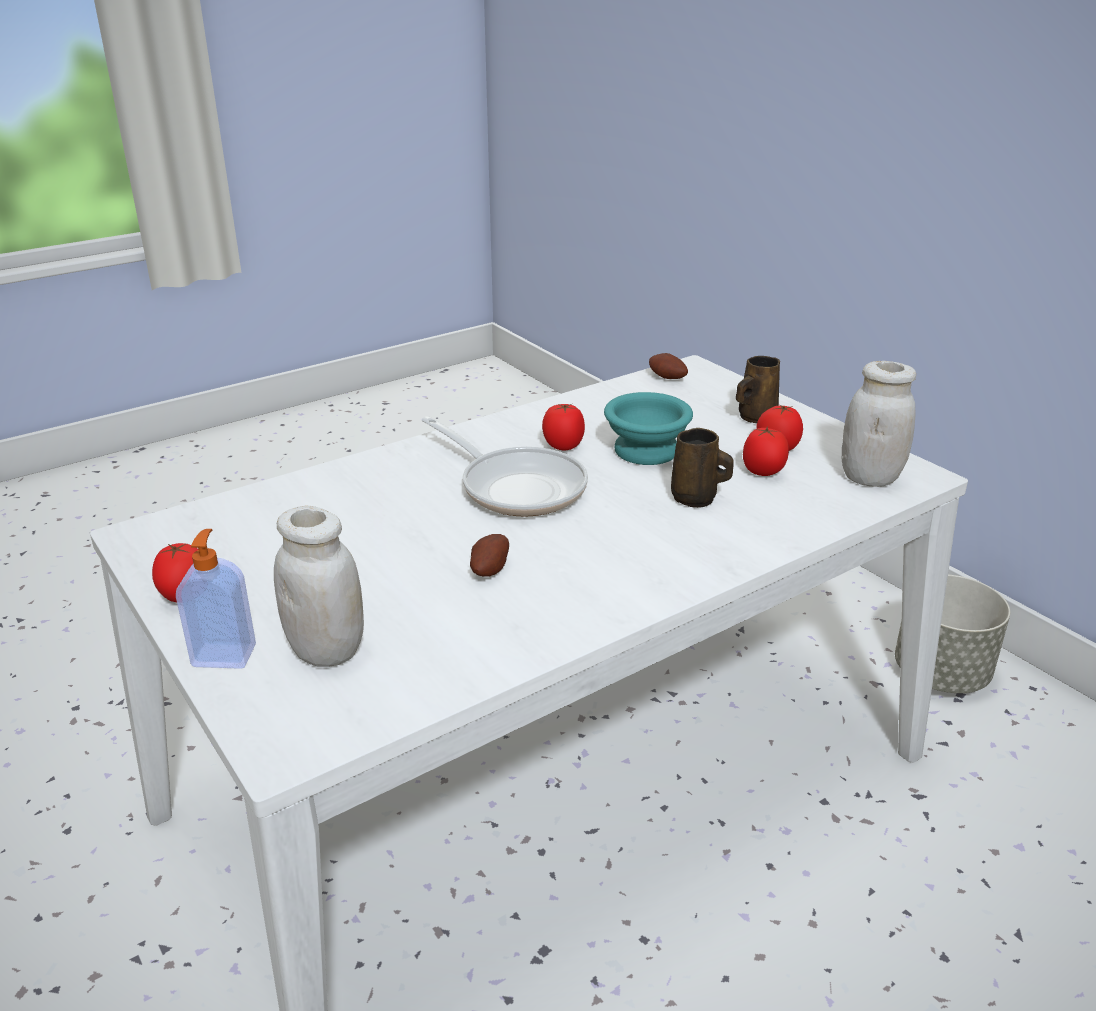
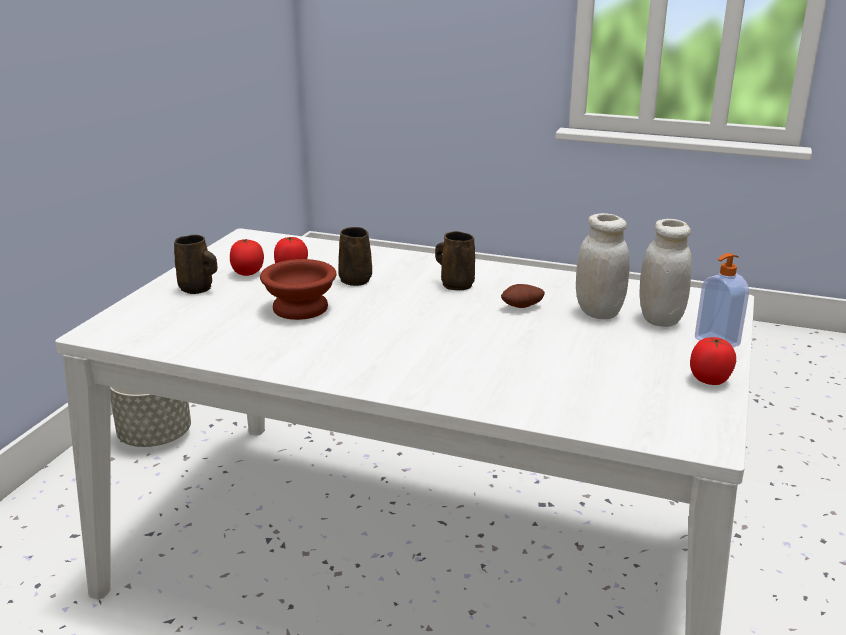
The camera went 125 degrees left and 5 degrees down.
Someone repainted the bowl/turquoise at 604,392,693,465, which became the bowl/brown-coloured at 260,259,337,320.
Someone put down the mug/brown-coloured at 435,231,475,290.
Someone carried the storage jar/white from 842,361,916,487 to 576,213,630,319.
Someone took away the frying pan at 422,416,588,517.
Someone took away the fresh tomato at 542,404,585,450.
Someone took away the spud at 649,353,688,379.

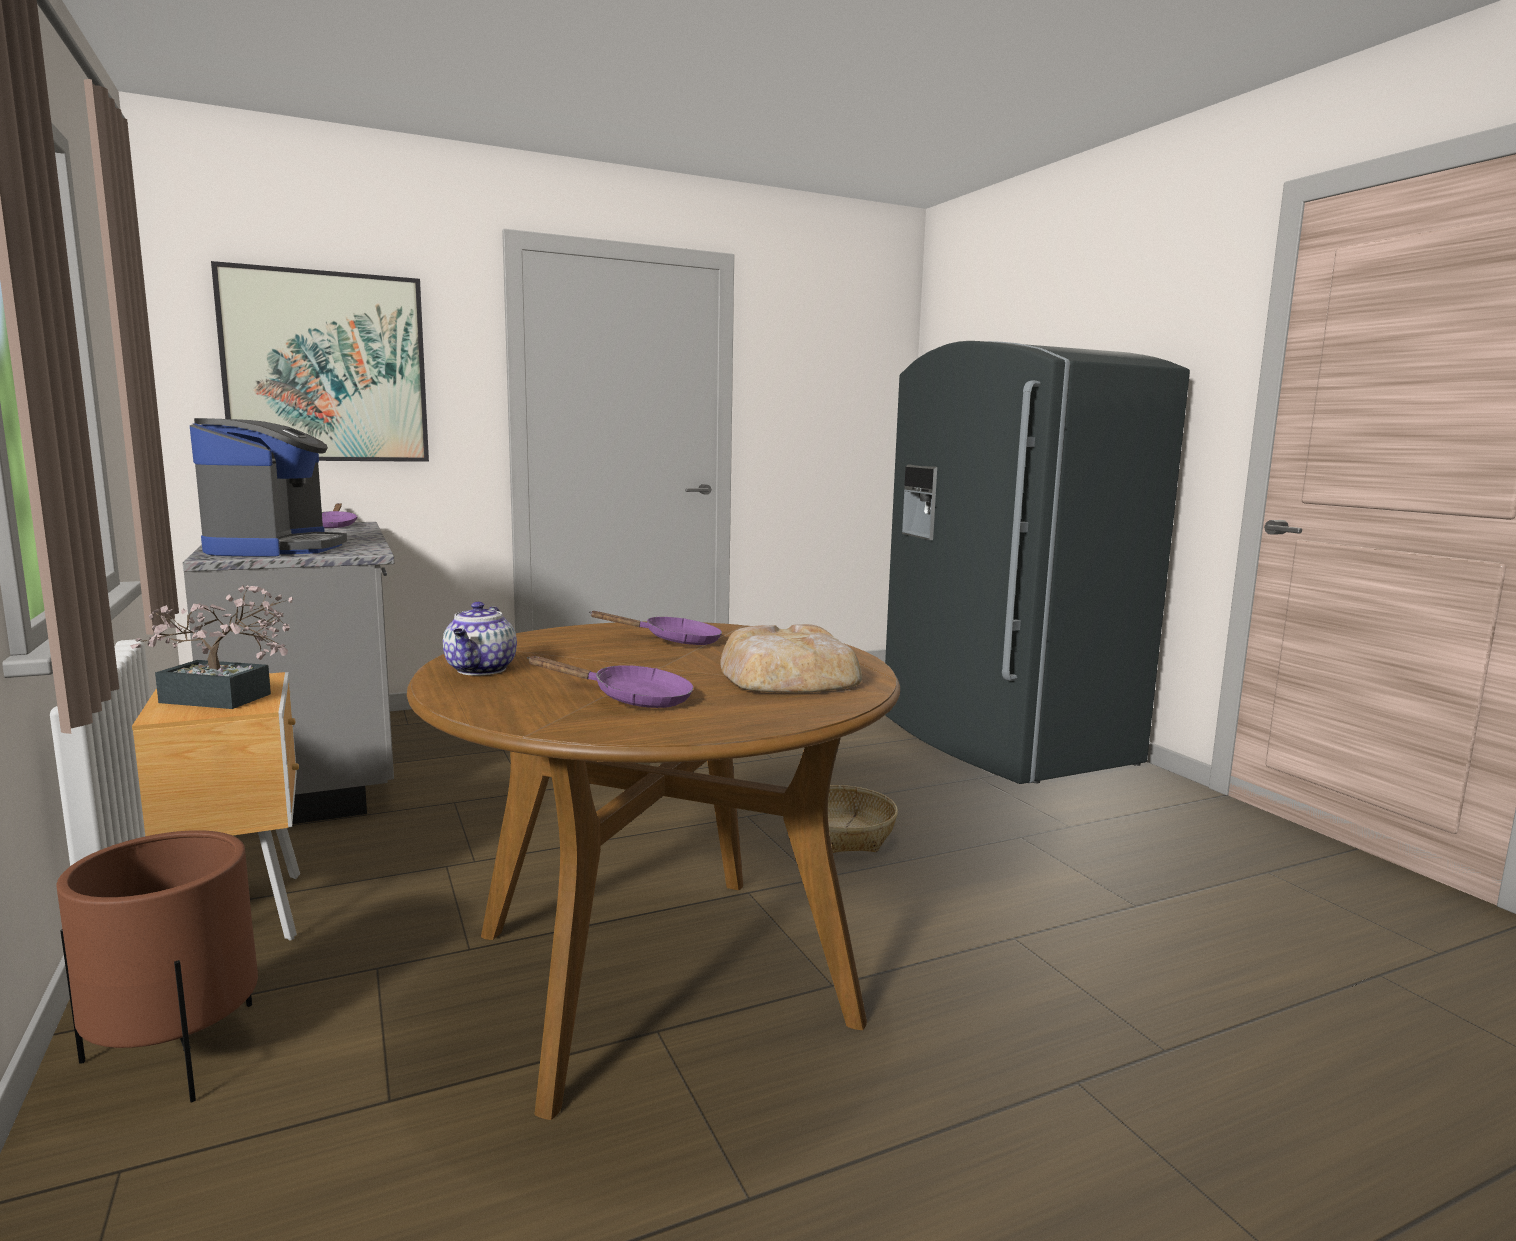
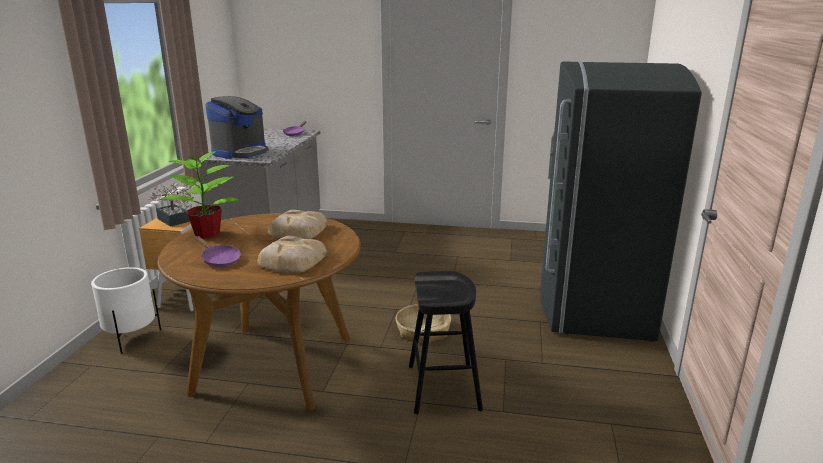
The camera went 35 degrees right and 10 degrees up.
Someone repainted the plant pot/brown-coloured at 56,830,258,1103, which became the plant pot/white at 91,267,161,354.
Someone swapped the pot for tea at 443,602,517,676 for the houseplant at 159,148,239,239.
Someone swapped the frying pan/purple at 589,611,722,645 for the bread at 268,210,327,239.
Someone put down the sitting stool/black-coloured at 409,271,483,414.
Someone took away the wall picture at 211,261,429,462.

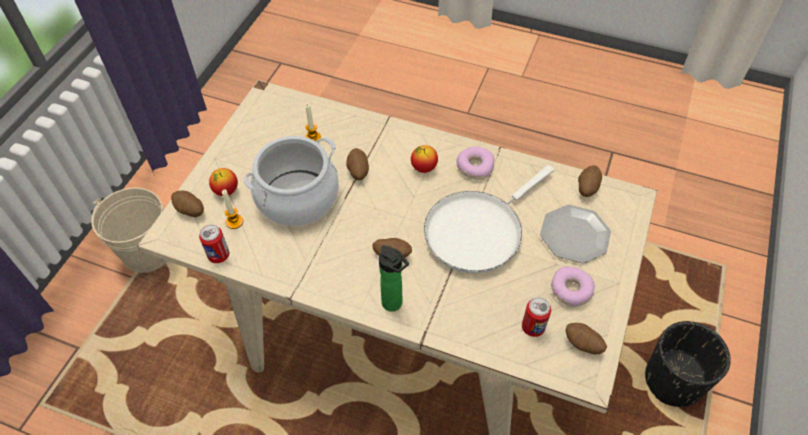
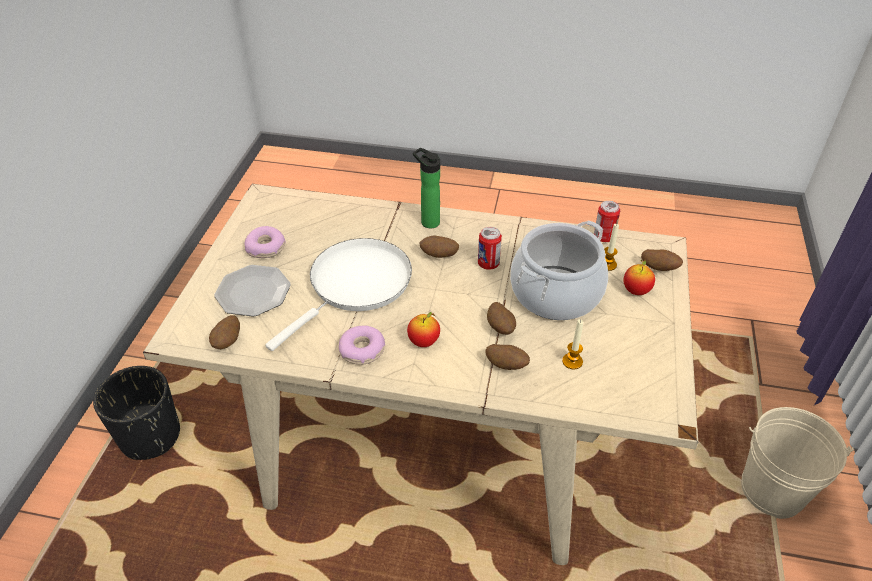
The camera went 170 degrees right and 10 degrees down.
Someone carried the can from 522,297,551,337 to 478,227,502,270.
Someone carried the spud from 565,323,607,355 to 485,344,530,370.

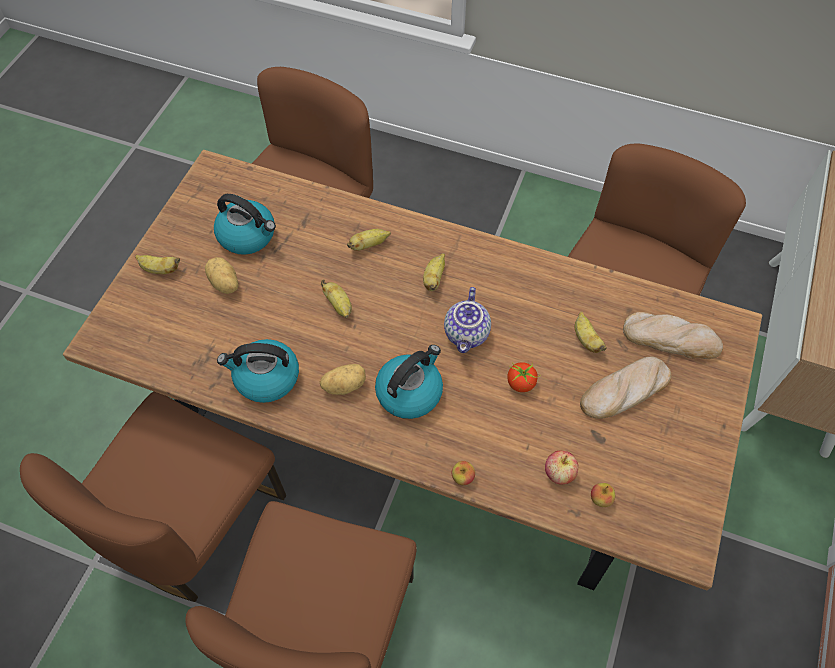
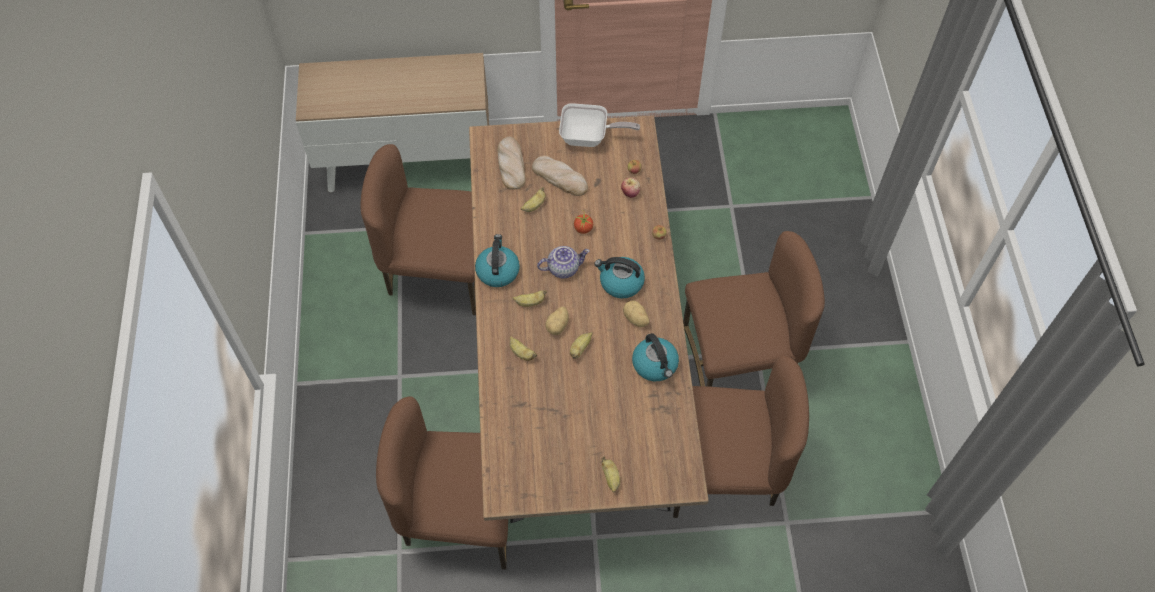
The camera went 115 degrees left and 0 degrees up.
Someone carried the tea kettle from 214,194,276,255 to 475,234,520,287.
Someone carried the spud from 205,257,238,294 to 545,306,569,335.
Someone put down the frying pan at 559,103,640,147.

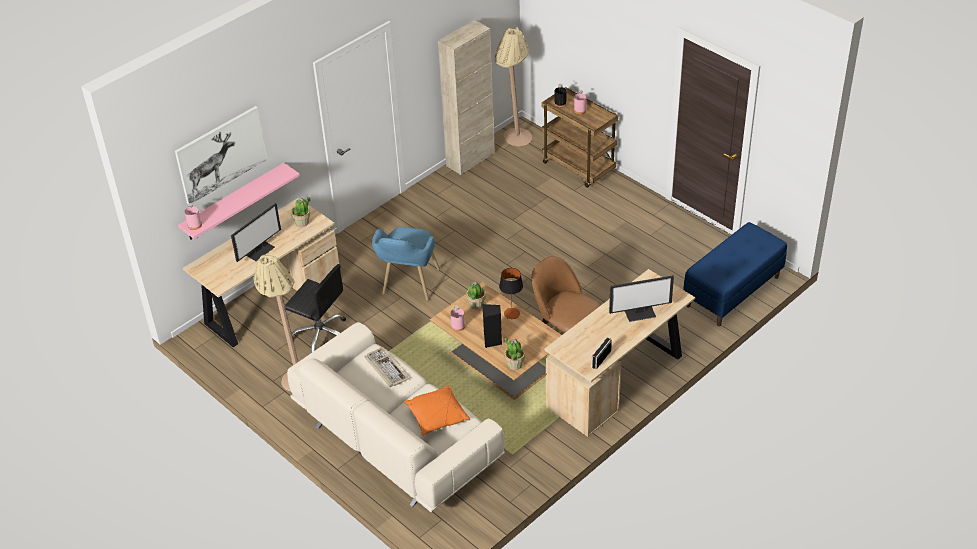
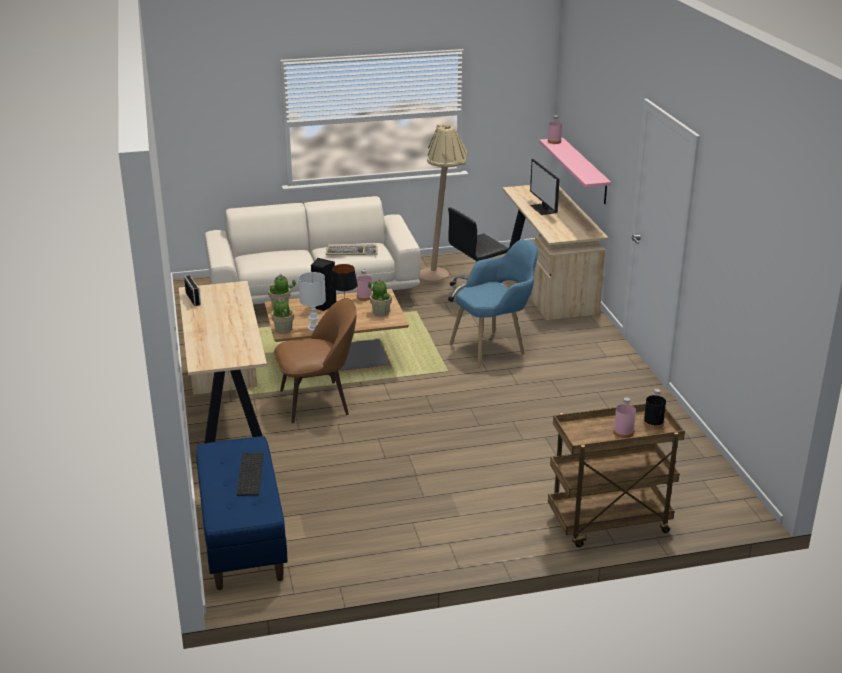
The camera went 120 degrees right and 15 degrees down.
Someone put down the keyboard at 236,452,264,496.
Someone carried the houseplant from 291,196,310,227 to 271,297,294,334.
Someone put down the lamp for a table/white at 298,272,326,331.
Someone rotated the lounge chair/bluish at 372,227,440,301 by 105 degrees clockwise.
Someone took away the wall picture at 175,106,267,204.
Someone took away the cushion/orangey at 404,385,470,435.
Someone took away the cabinet/beige at 438,20,495,175.
Someone took away the floor lamp/beige at 494,27,532,146.
Someone took away the monitor at 609,275,674,322.

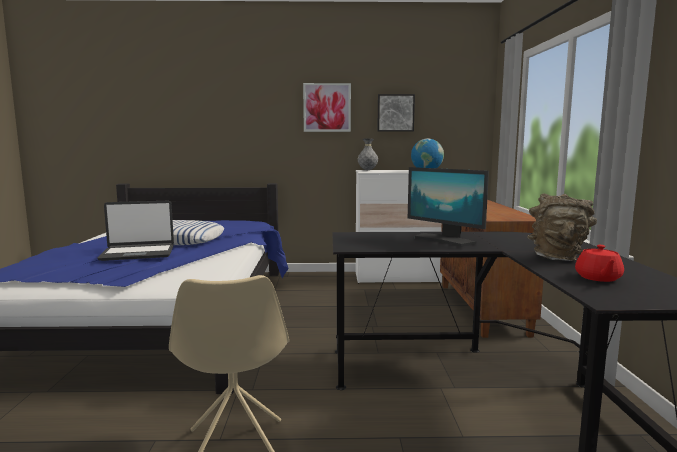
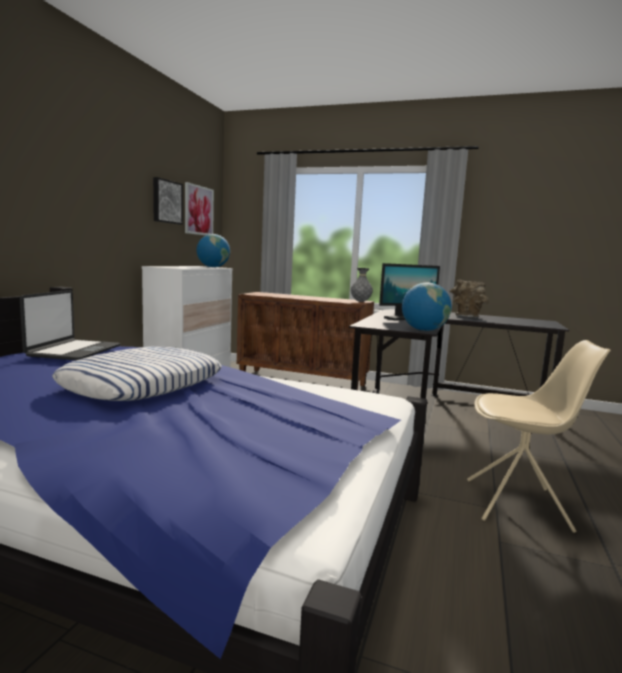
The camera went 70 degrees left and 0 degrees up.
Someone carried the laptop from 97,201,174,261 to 20,290,121,360.
Someone carried the wall picture from 303,83,351,132 to 185,182,214,235.
Someone carried the decorative vase/grey from 358,139,378,170 to 351,268,373,302.
Someone put down the desk globe at 402,283,451,331.
Someone took away the pot for tea/red at 575,245,624,282.

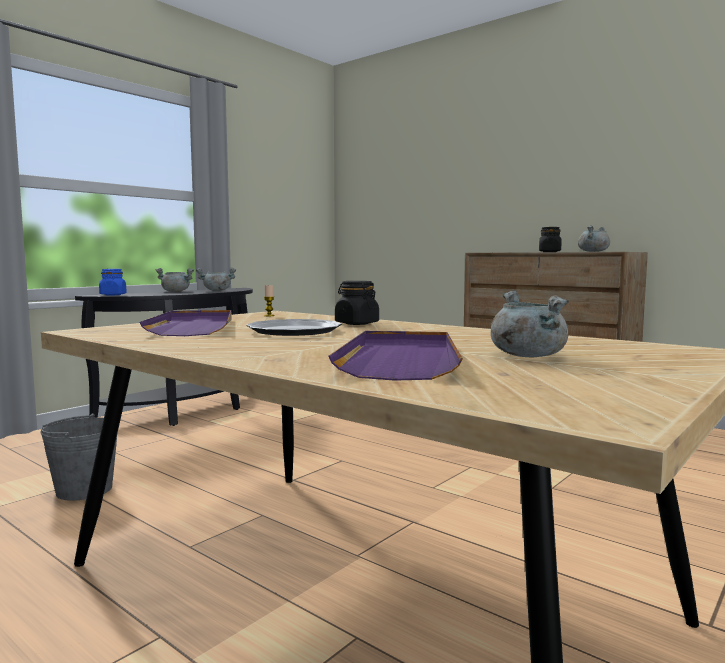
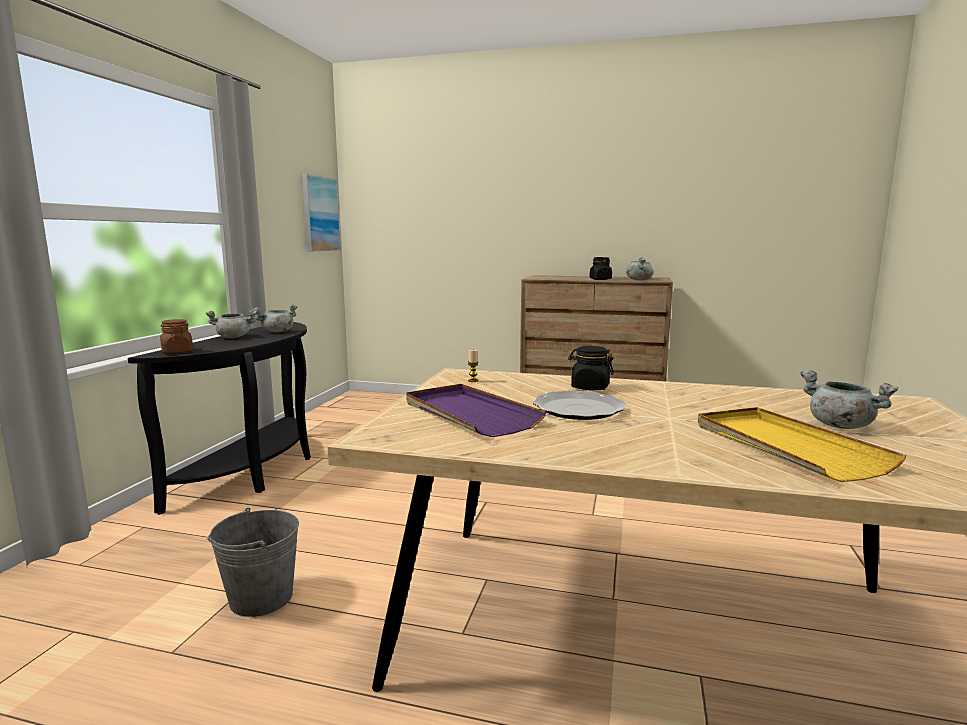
The camera went 25 degrees left and 5 degrees up.
Someone repainted the storage jar/bluish at 99,269,127,295, which became the storage jar/brown-coloured at 160,319,193,354.
Someone put up the wall picture at 302,174,341,251.
Someone repainted the carrying tray/purple at 329,331,463,381, which became the carrying tray/yellow-coloured at 698,407,907,482.

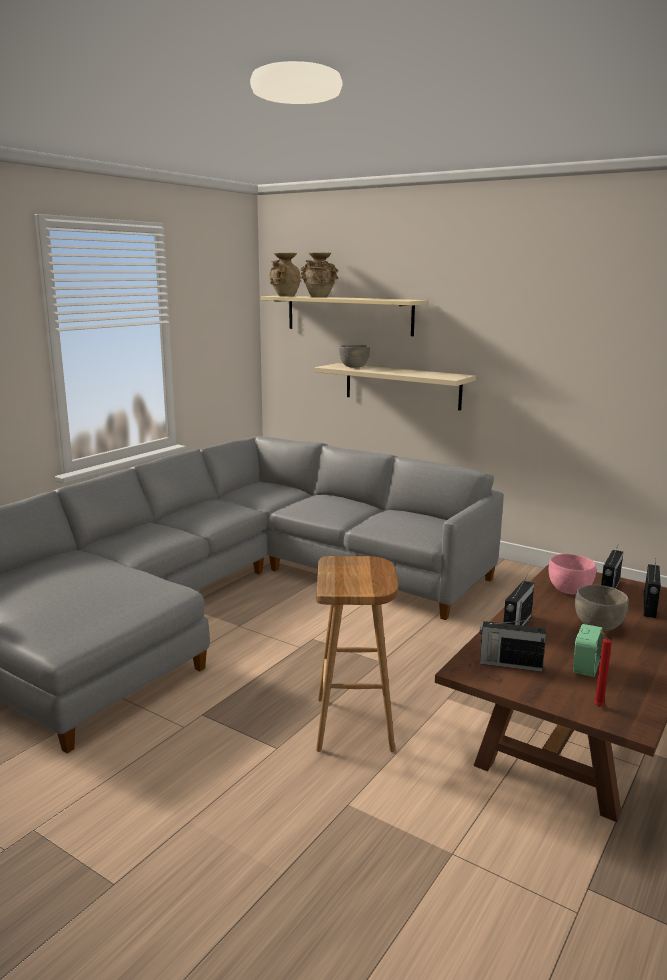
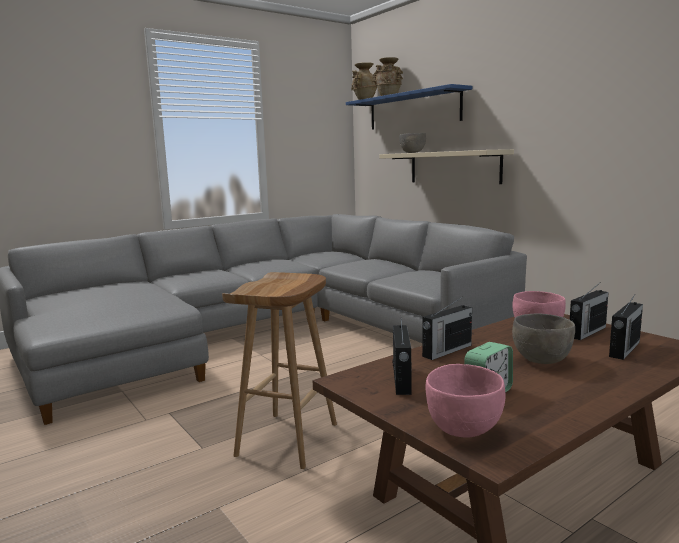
The camera went 20 degrees right and 5 degrees down.
Someone repainted the shelf/beige at 261,296,427,336, which became the shelf/bluish at 346,84,472,130.
Someone rotated the radio set at 480,619,546,672 by 120 degrees counterclockwise.
Someone swapped the wax candle/red at 594,630,612,707 for the bowl/pink-coloured at 425,364,505,438.

